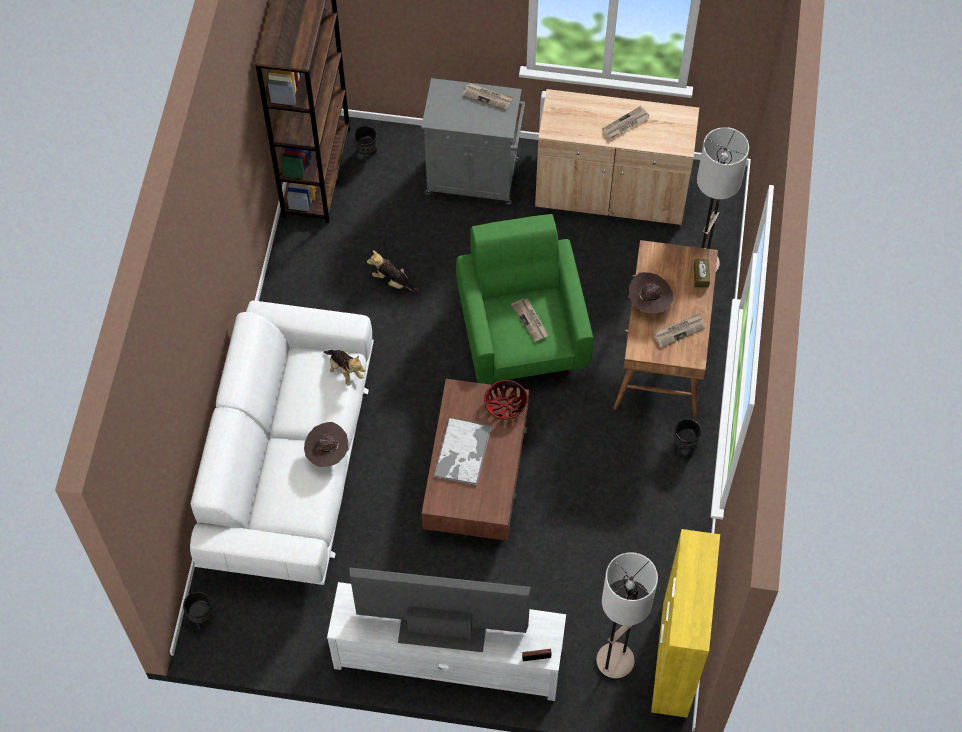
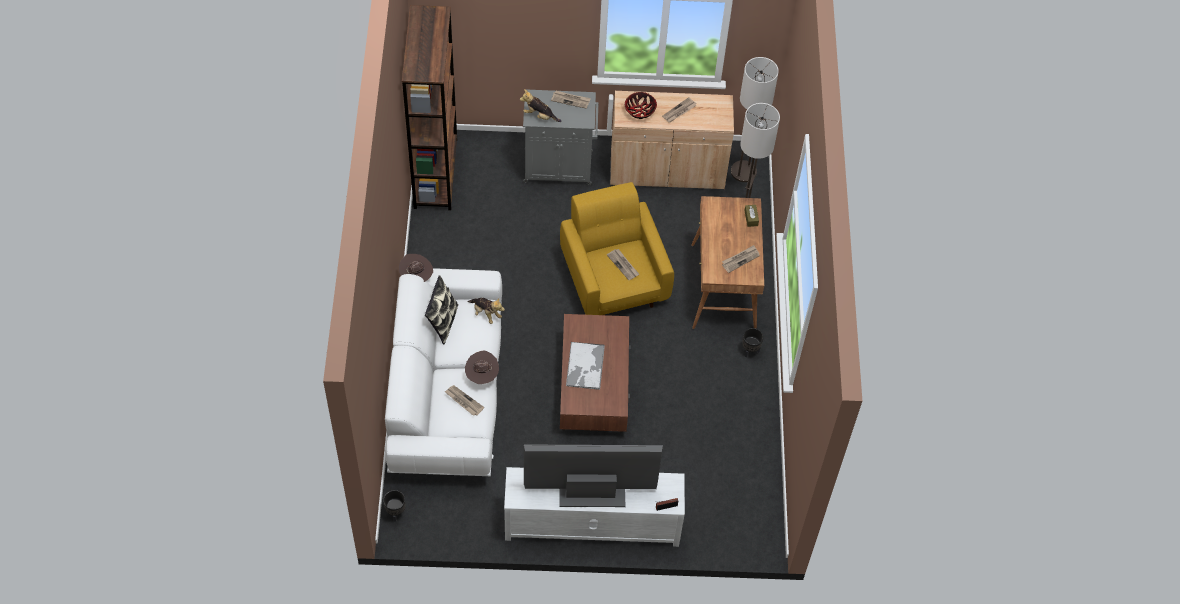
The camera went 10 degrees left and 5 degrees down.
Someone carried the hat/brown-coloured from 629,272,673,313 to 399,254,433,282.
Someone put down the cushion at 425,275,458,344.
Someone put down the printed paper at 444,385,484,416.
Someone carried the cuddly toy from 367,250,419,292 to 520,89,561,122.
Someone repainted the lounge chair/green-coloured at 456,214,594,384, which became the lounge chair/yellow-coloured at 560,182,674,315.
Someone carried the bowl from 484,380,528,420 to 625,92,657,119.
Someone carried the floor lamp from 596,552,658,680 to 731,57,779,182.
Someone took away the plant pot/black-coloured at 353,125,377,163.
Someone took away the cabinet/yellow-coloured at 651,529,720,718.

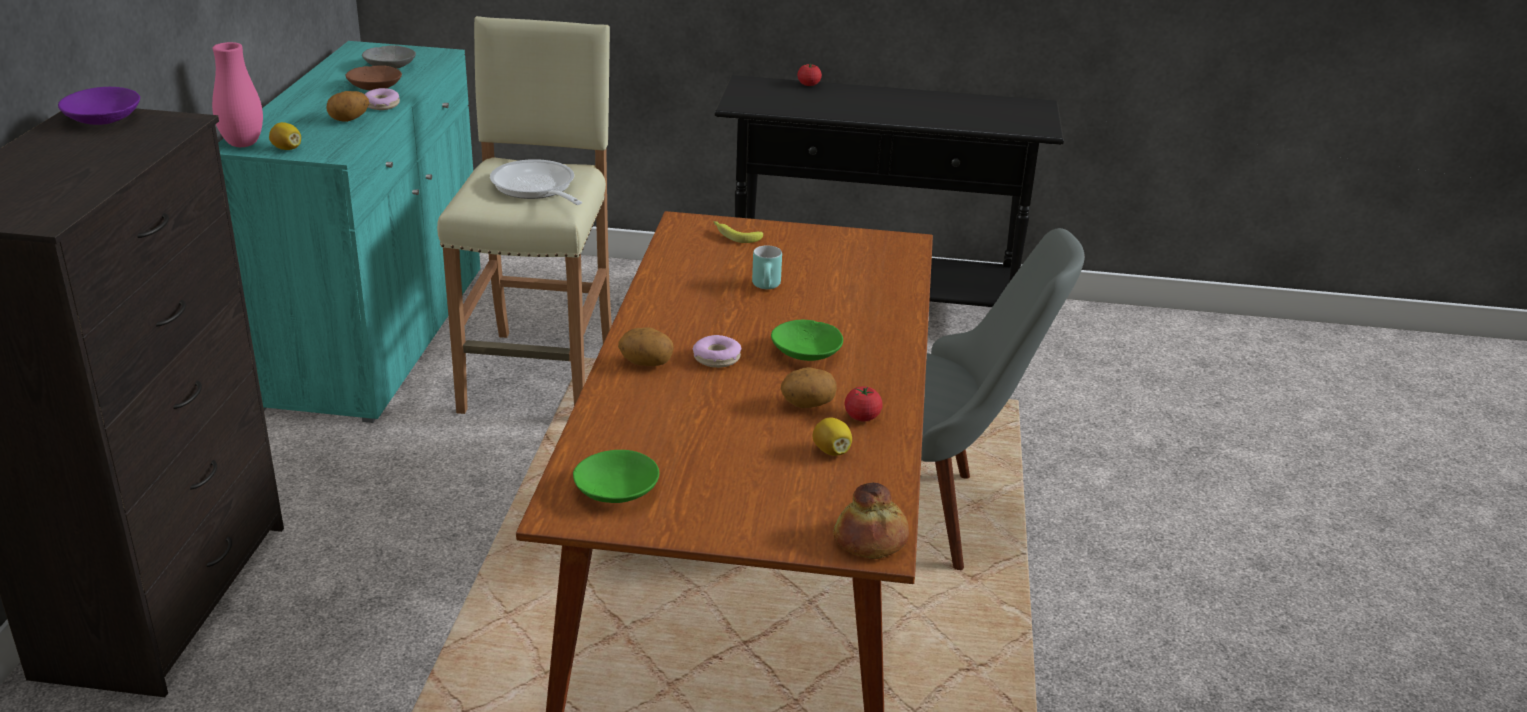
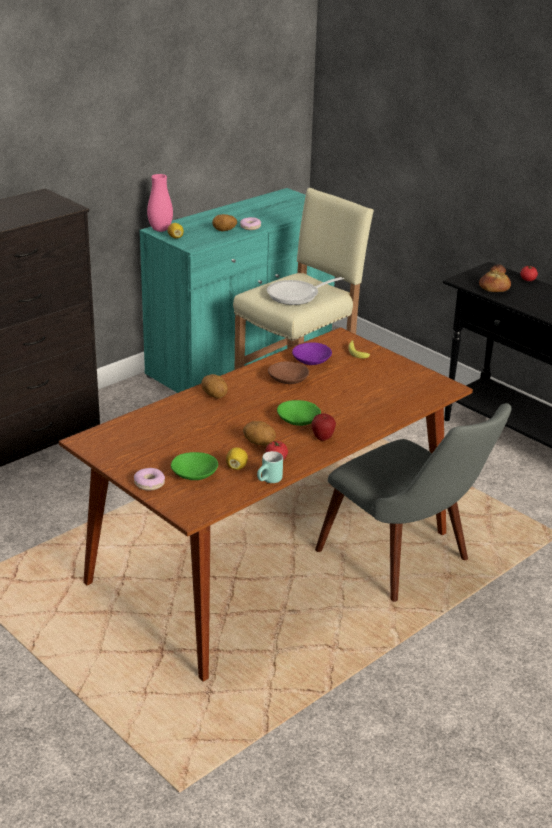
The camera went 40 degrees right and 0 degrees up.
Someone carried the doughnut from 693,335,741,368 to 134,468,165,490.
Someone carried the bowl/green-coloured from 573,450,659,503 to 171,452,218,480.
Someone carried the mug/turquoise from 752,245,782,289 to 257,451,283,483.
Someone rotated the frying pan at 490,159,582,205 by 120 degrees counterclockwise.
Someone carried the bowl/brown-coloured from 345,65,402,90 to 268,361,309,384.
Someone carried the bowl/purple from 58,87,140,125 to 292,342,332,365.
Someone put down the whole apple at 312,413,336,441.
Someone carried the bread from 833,483,909,559 to 479,264,511,292.
Someone took away the bowl/grey at 362,45,416,69.

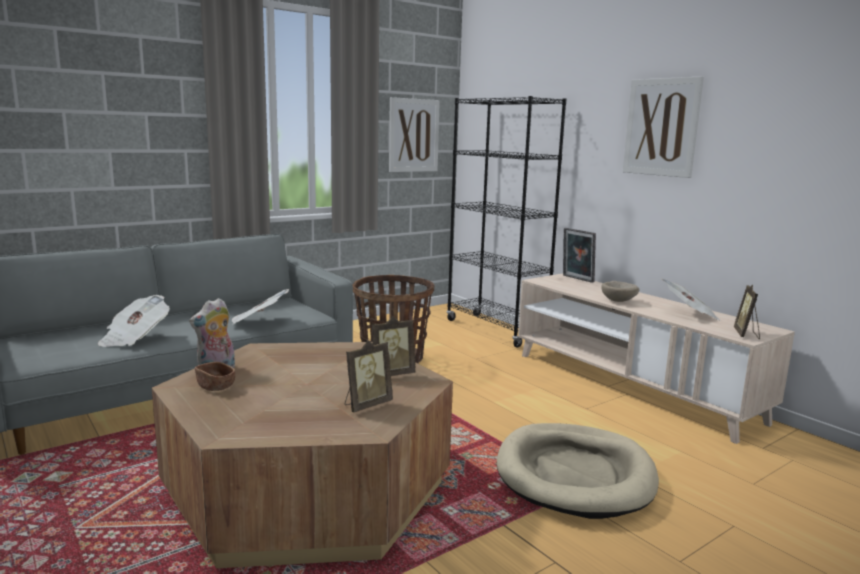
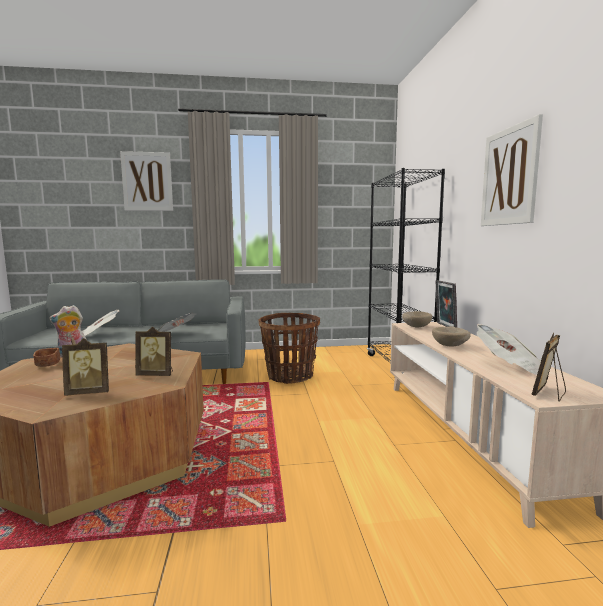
The camera went 30 degrees right and 5 degrees down.
Someone carried the wall picture from 389,97,440,172 to 120,151,173,211.
Someone put down the bowl/beige at 402,311,432,327.
Someone took away the pet bed/beige at 497,423,659,519.

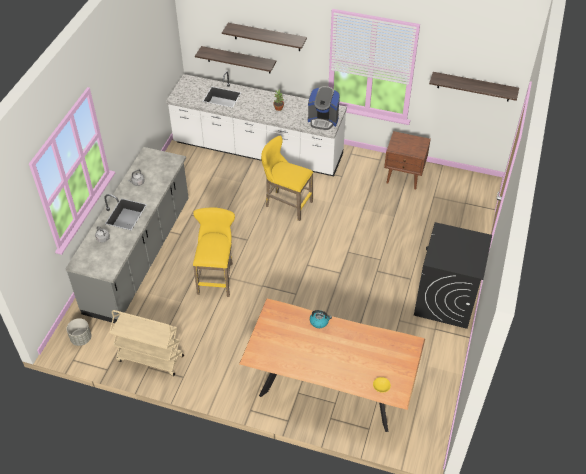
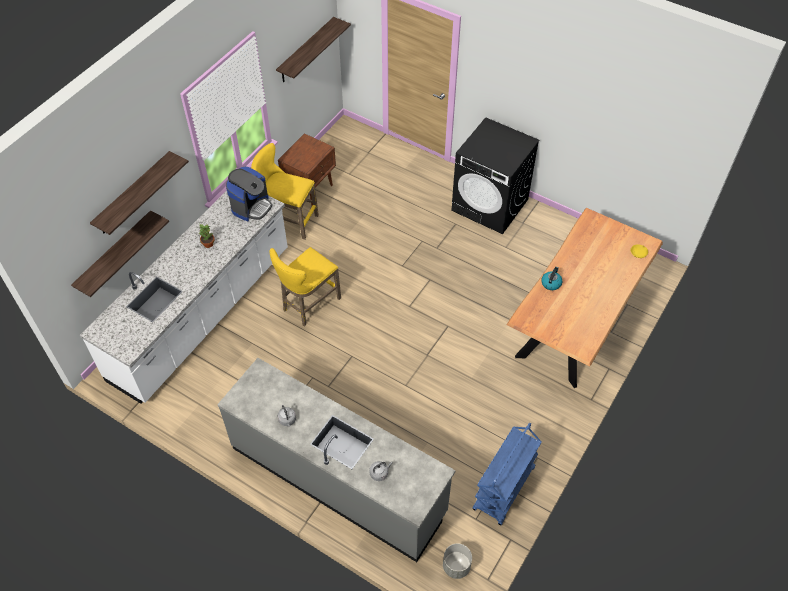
The camera went 75 degrees left and 5 degrees up.
Someone carried the sitting stool/yellow-coloured from 193,207,235,297 to 251,143,319,240.
Someone repainted the trolley/beige at 109,310,184,376, which became the trolley/bluish at 472,422,542,526.

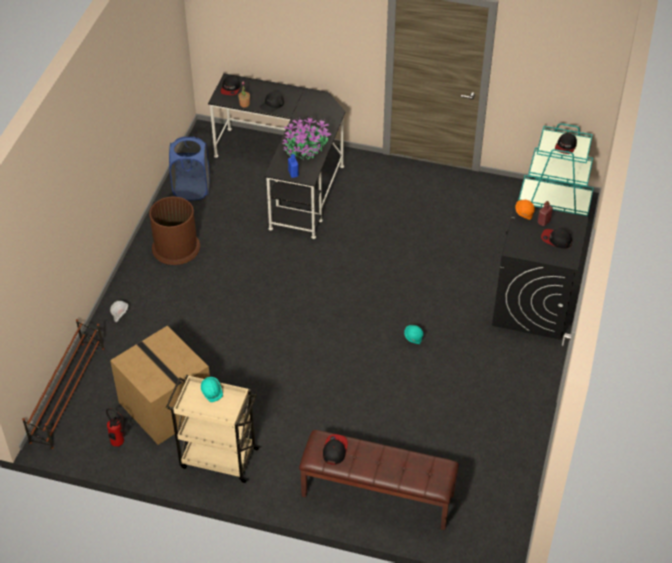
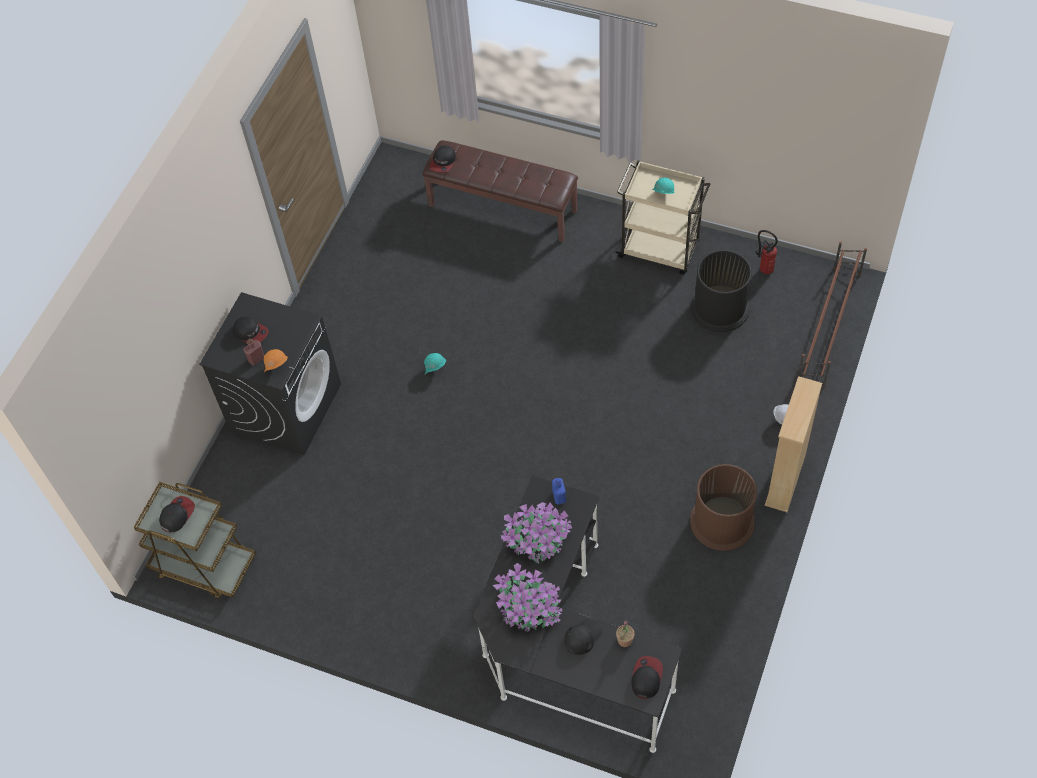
The camera went 170 degrees left and 10 degrees up.
Someone repainted the trolley/turquoise at 518,123,594,216, which became the trolley/brown-coloured at 134,482,256,598.
Someone carried the baseball cap from 323,434,348,465 to 430,146,456,173.
Someone put down the houseplant at 493,563,562,632.
Someone swapped the packing box at 110,326,210,445 for the trash can/black-coloured at 691,250,752,332.
Someone put down the shelving unit/beige at 765,376,822,512.
Someone took away the washing basket/bluish at 169,137,210,200.

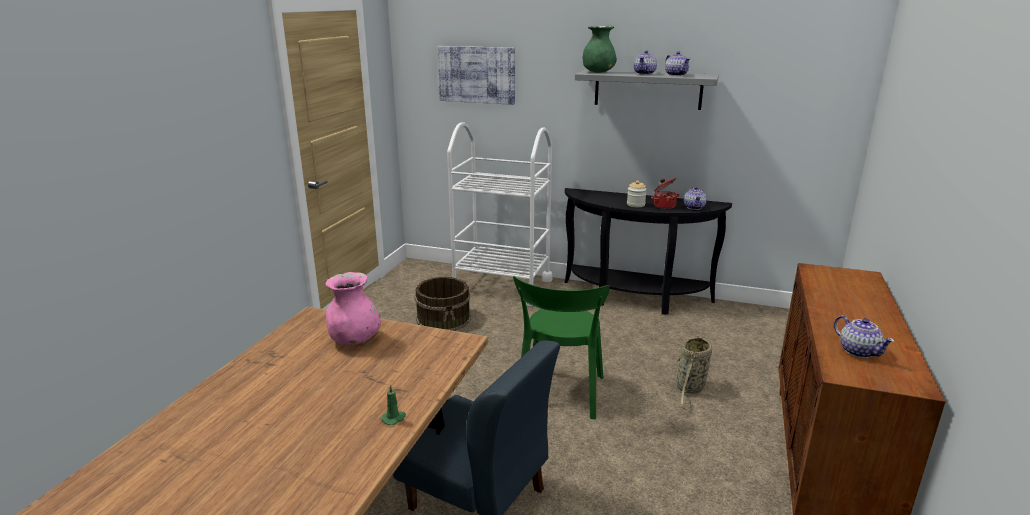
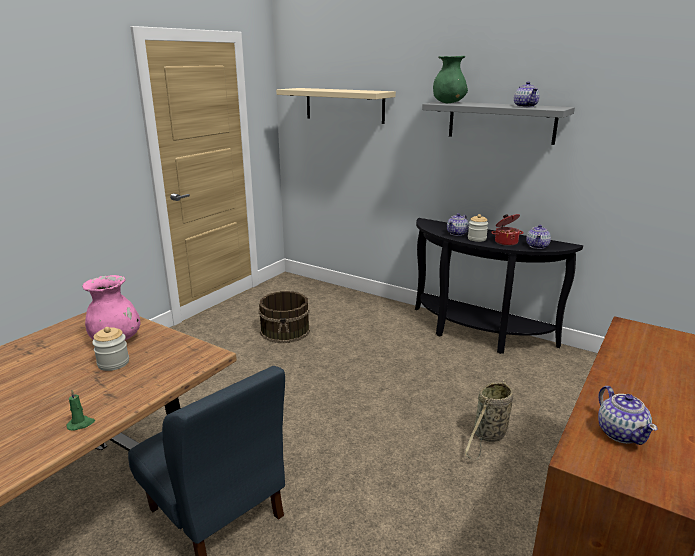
The camera went 15 degrees right and 0 degrees up.
Someone put down the storage jar at 92,327,129,371.
Someone swapped the wall picture at 437,46,515,105 for the shelf/beige at 276,88,396,124.
Someone carried the pot for tea from 634,50,657,75 to 447,213,469,236.
Someone took away the trolley/white at 447,122,552,306.
Someone took away the chair/green-coloured at 513,276,610,420.

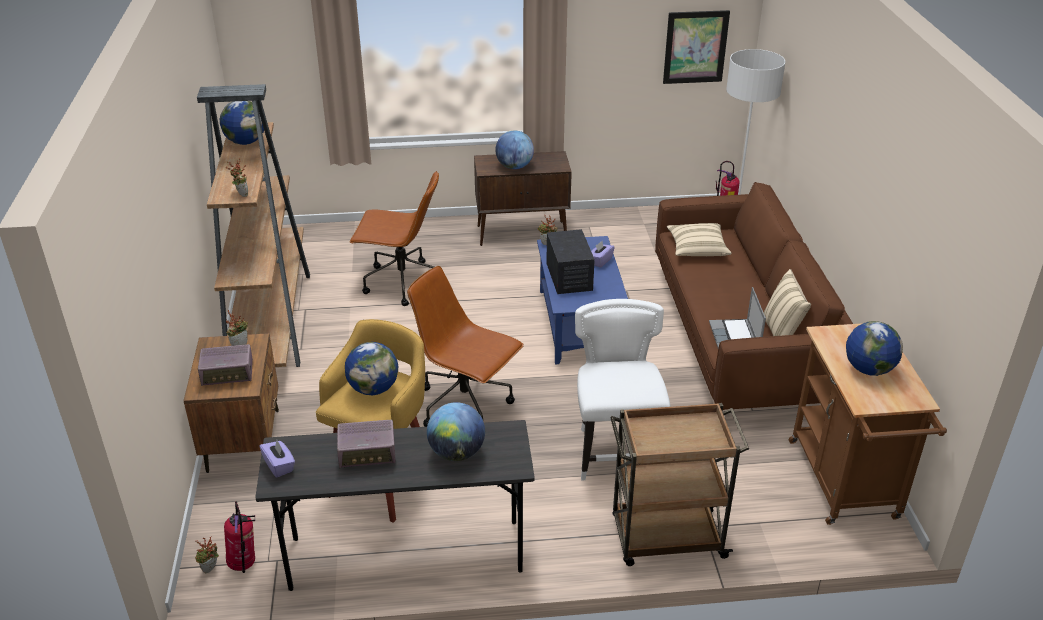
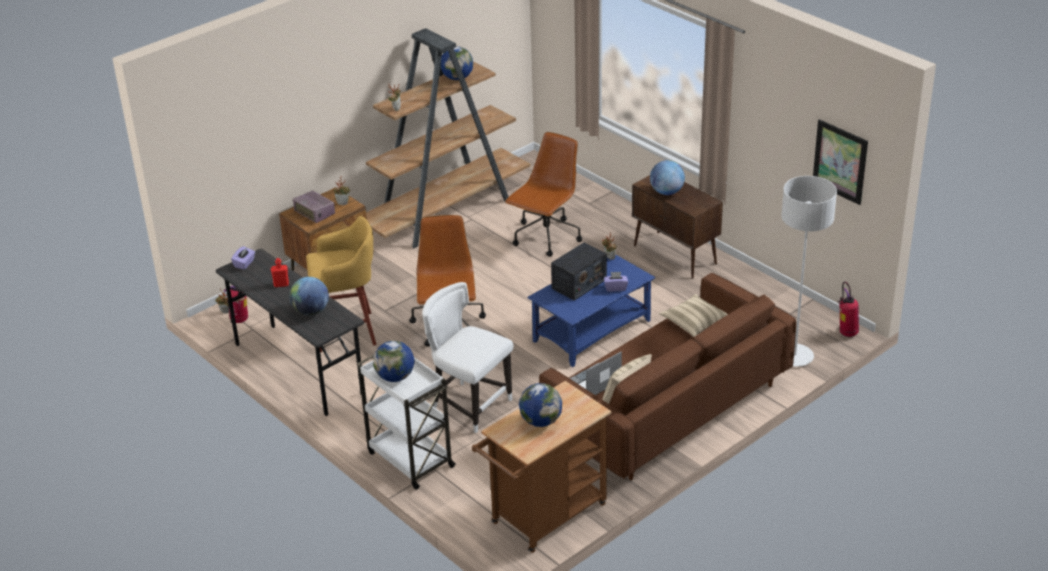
The camera went 55 degrees right and 0 degrees up.
Someone swapped the radio set at 337,420,396,468 for the beverage bottle/red at 271,258,289,287.
Someone repainted the trolley/brown-coloured at 610,403,749,566, which became the trolley/white at 357,355,456,490.
Someone carried the desk globe from 345,342,398,395 to 373,341,414,382.
Someone rotated the chair/white at 575,299,671,481 by 105 degrees counterclockwise.
Someone rotated the desk chair/brown-coloured at 349,171,439,306 by 120 degrees counterclockwise.

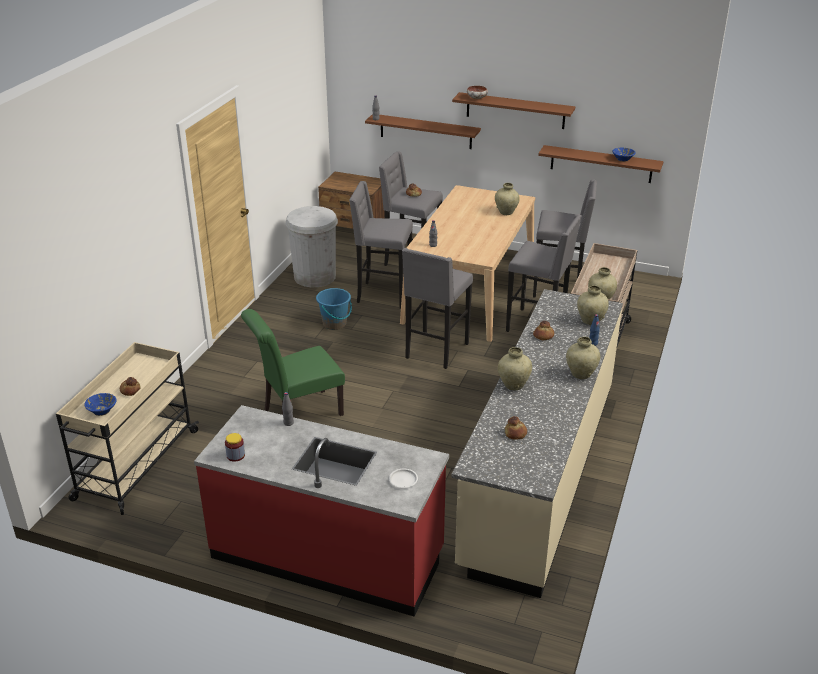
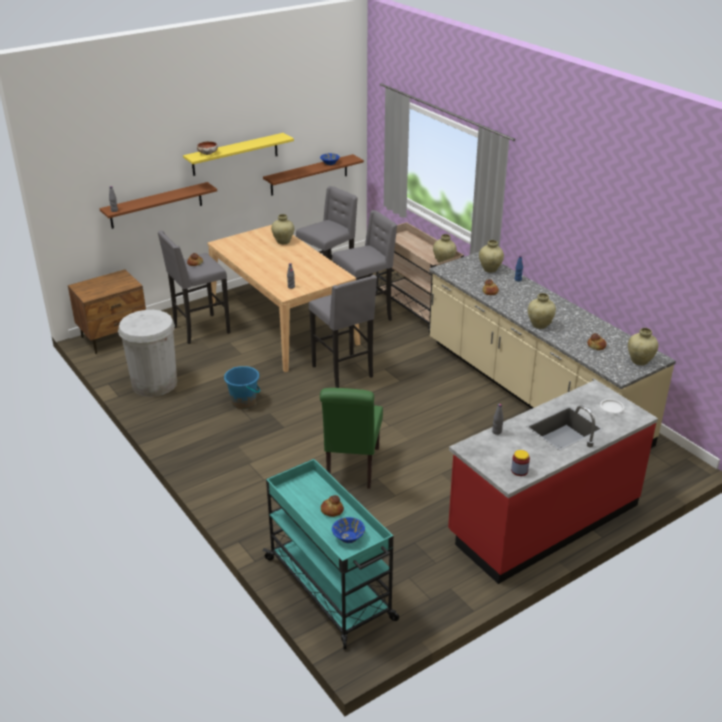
The camera went 55 degrees left and 0 degrees up.
Someone repainted the shelf/brown-coloured at 452,92,575,129, which became the shelf/yellow-coloured at 183,133,294,176.
Someone repainted the trolley/beige at 56,342,199,515, which became the trolley/turquoise at 262,459,399,649.
Someone carried the decorative vase/beige from 566,337,600,379 to 628,328,658,366.
Someone took away the sitting stool/grey at 349,181,413,308.

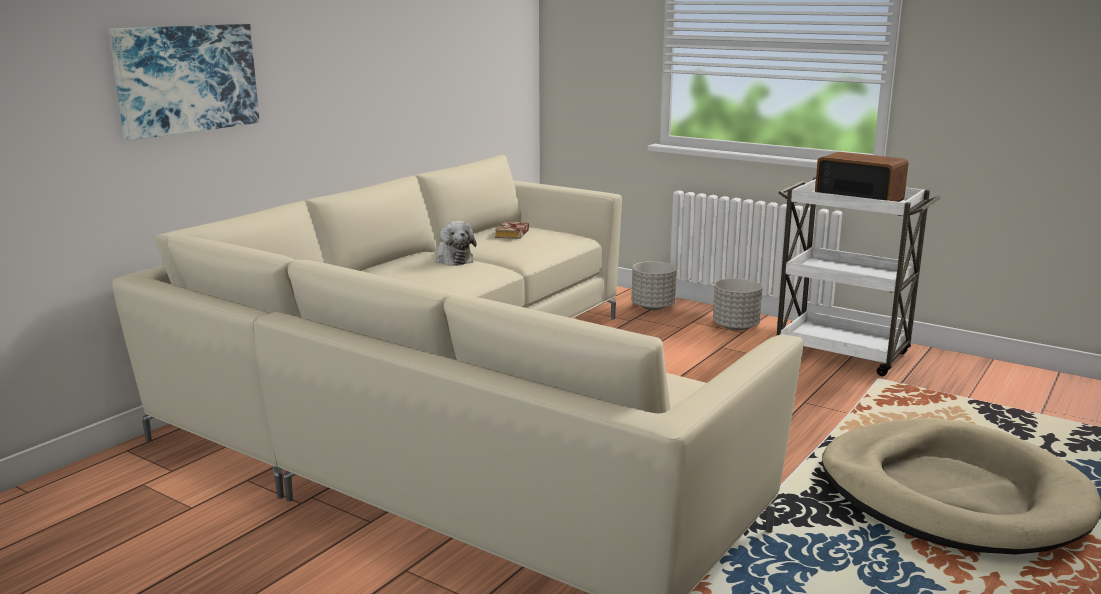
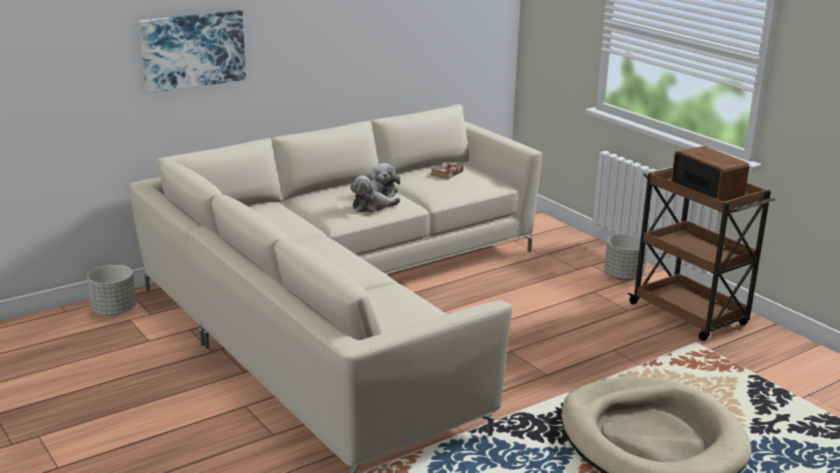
The camera went 20 degrees right and 5 degrees up.
Someone carried the plant pot/grey from 631,261,677,310 to 87,265,136,316.
Someone put down the cuddly toy at 350,175,401,213.
Someone repainted the trolley/white at 777,177,940,376, which became the trolley/brown-coloured at 628,166,776,341.

